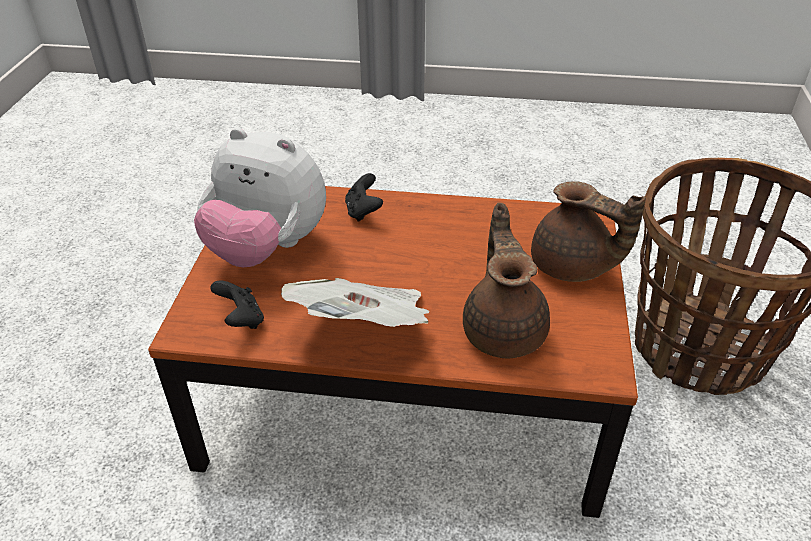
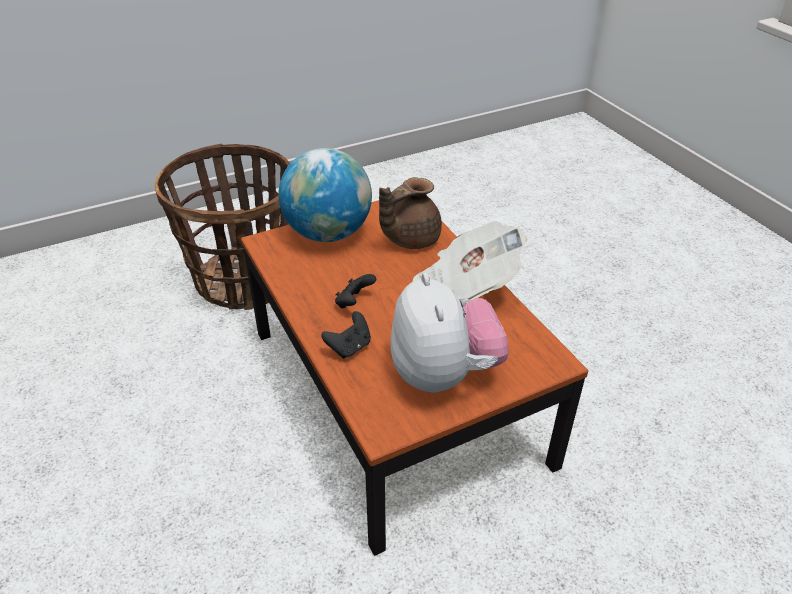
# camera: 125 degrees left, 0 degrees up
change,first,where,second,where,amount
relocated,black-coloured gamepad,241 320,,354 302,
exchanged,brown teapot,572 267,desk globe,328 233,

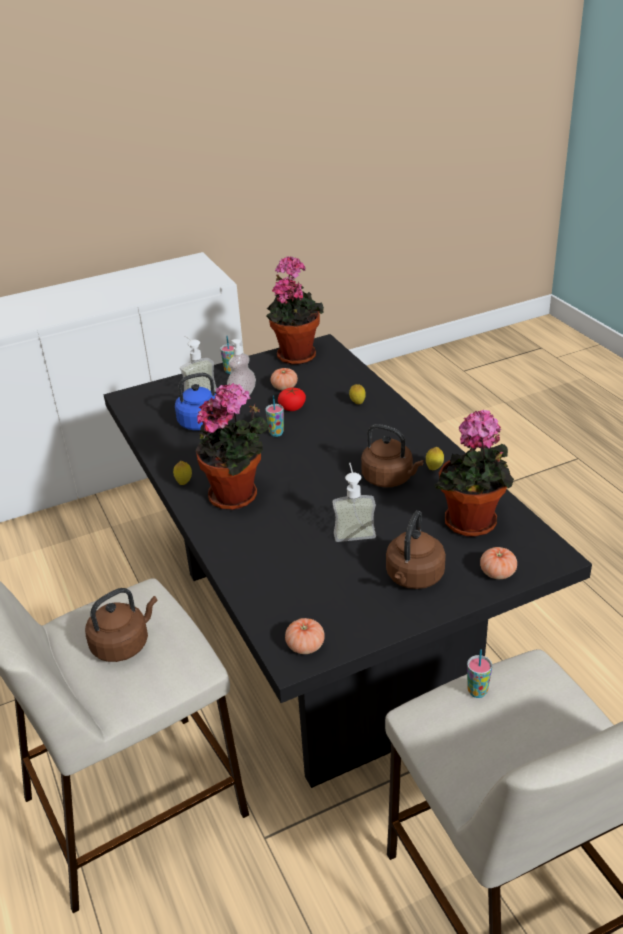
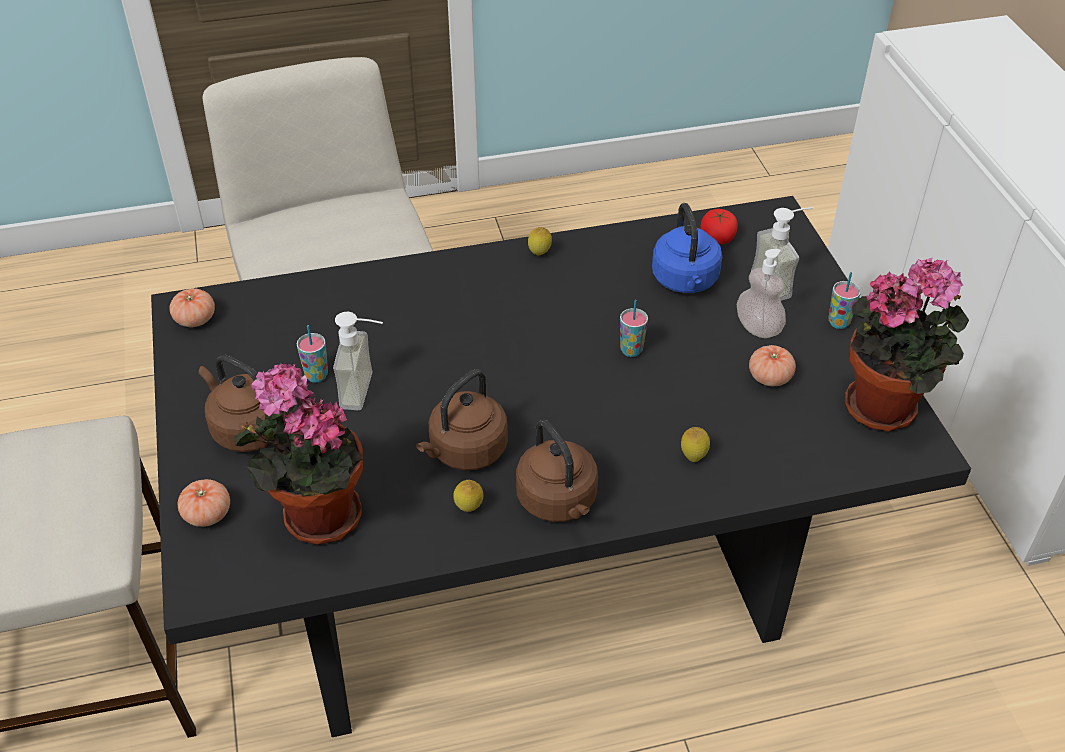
# camera: 100 degrees right, 10 degrees up
change,first,where,second,where,amount
missing,houseplant,238 496,,,
relocated,brown water kettle,123 644,,559 502,
relocated,tomato,292 407,,717 238,
relocated,drinking cup,477 691,,316 376,

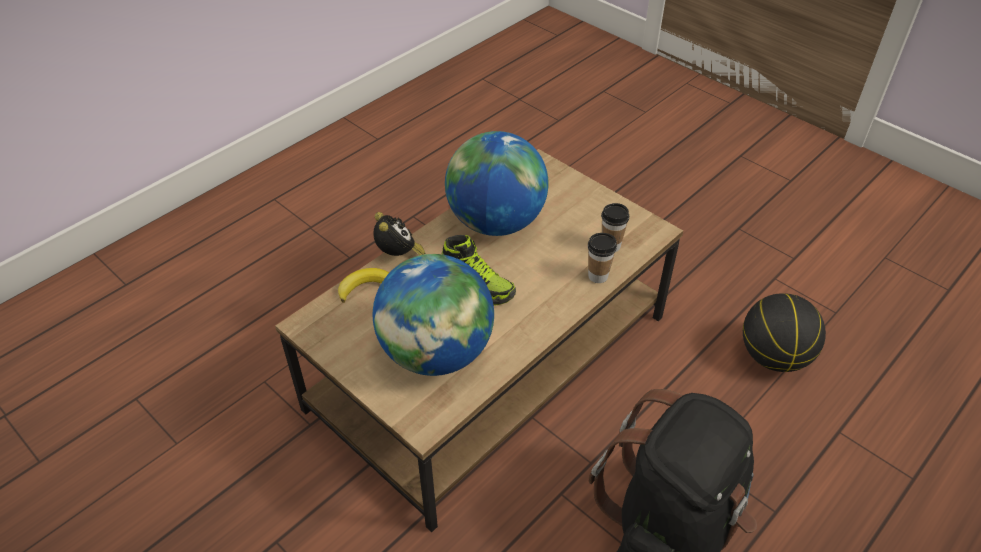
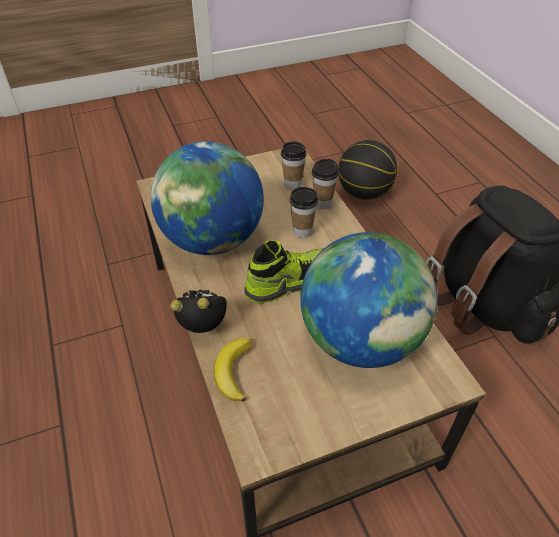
# camera: 65 degrees left, 0 degrees up
change,first,where,second,where,amount
appeared,,,drinking cup,302 231,

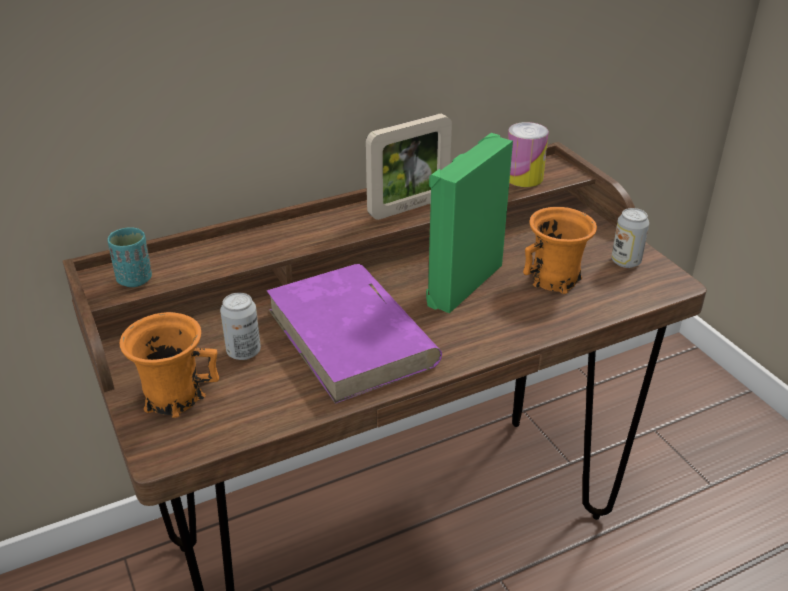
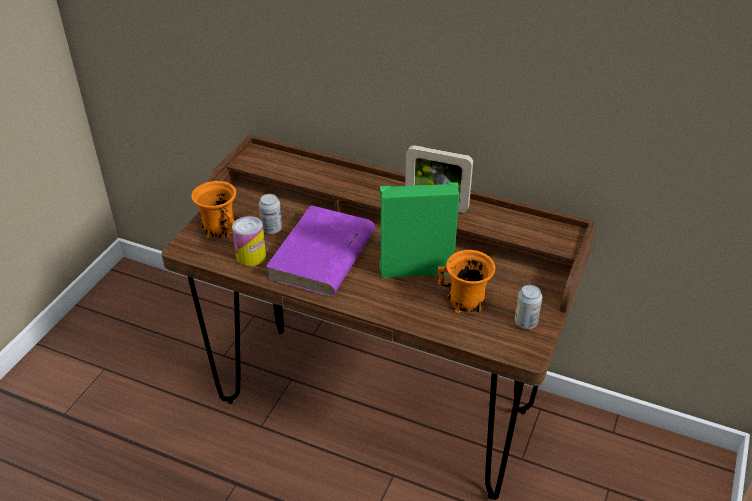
# camera: 50 degrees right, 5 degrees up
change,first,where,second,where,amount
missing,blue-green drinking cup,135 279,,,
relocated,sealed can,523 177,,251 256,

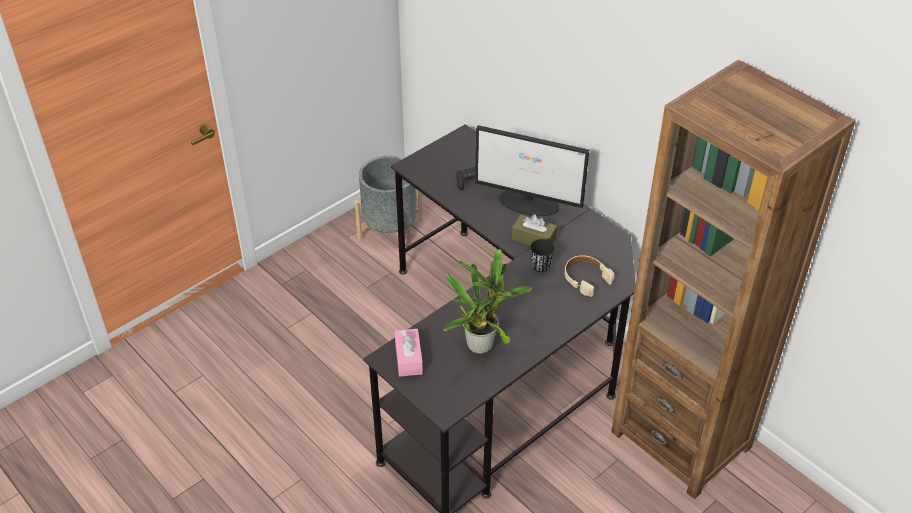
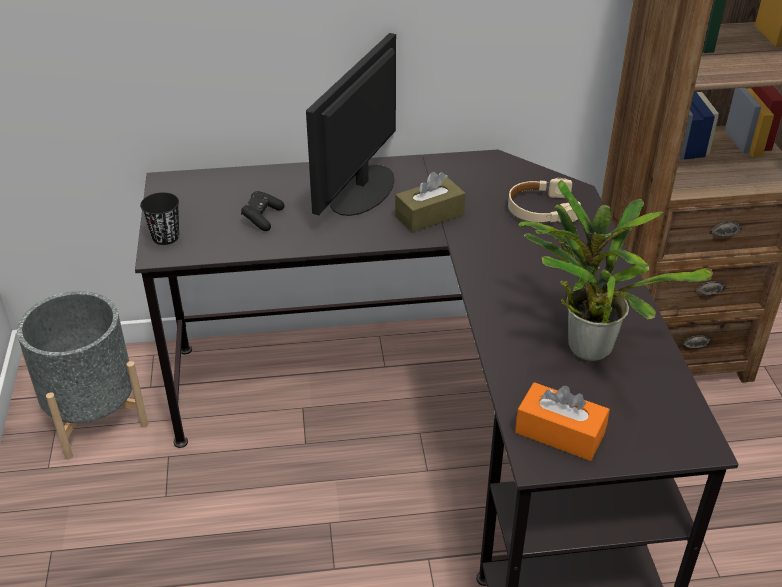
# camera: 55 degrees left, 5 degrees down
change,first,where,second,where,amount
relocated,black-coloured drinking cup,540 266,,165 237,
colour,pink-coloured tissue box,408 358,orange tissue box,559 433,
spun,computer screen,529 203,,361 190,150 degrees clockwise

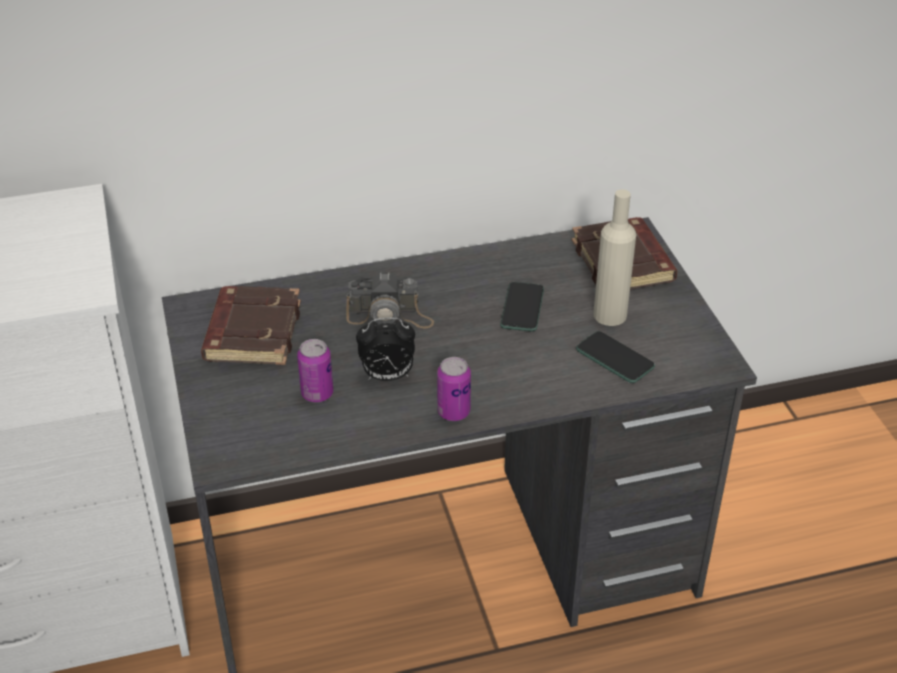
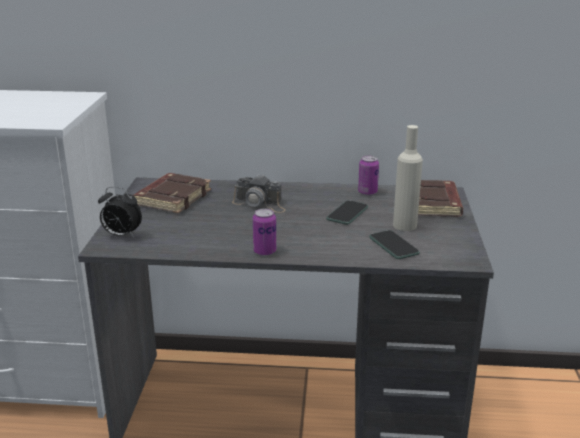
# camera: 20 degrees right, 15 degrees down
change,first,where,second,where,amount
relocated,sealed can,317 394,,367 192,
relocated,table clock,387 376,,121 235,

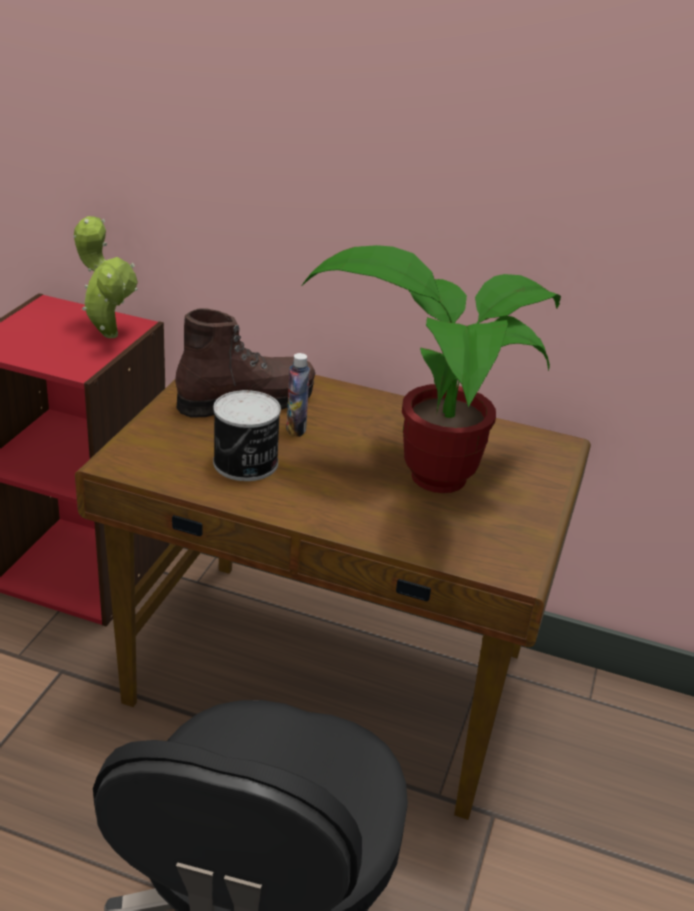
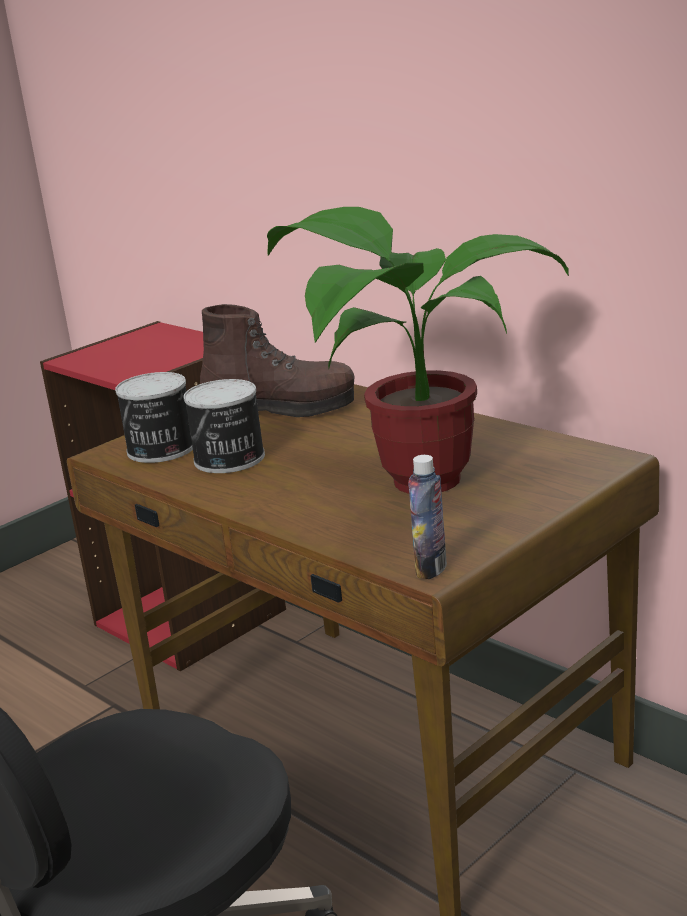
# camera: 30 degrees right, 10 degrees down
change,first,where,second,where,amount
missing,houseplant,108 333,,,
appeared,,,sealed can,160 449,
relocated,bottle,296 429,,431 568,

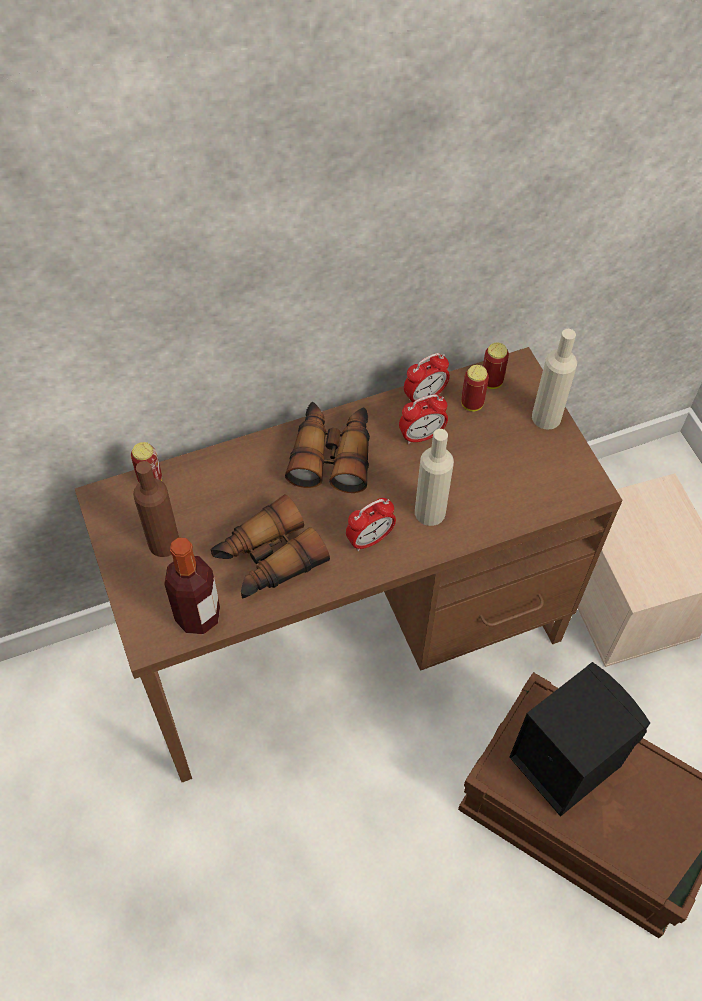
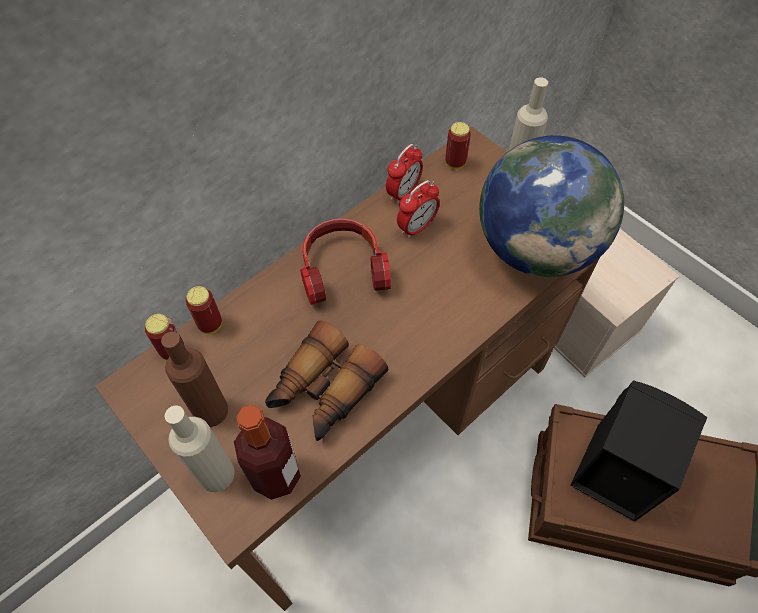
# camera: 20 degrees left, 0 degrees up
change,first,where,second,where,amount
missing,table clock,370 539,,,
appeared,,,desk globe,535 249,
relocated,sand-coloured bottle,430 512,,216 474,
relocated,sealed can,472 403,,210 324,
exchanged,binoculars,332 453,headphones,342 268,

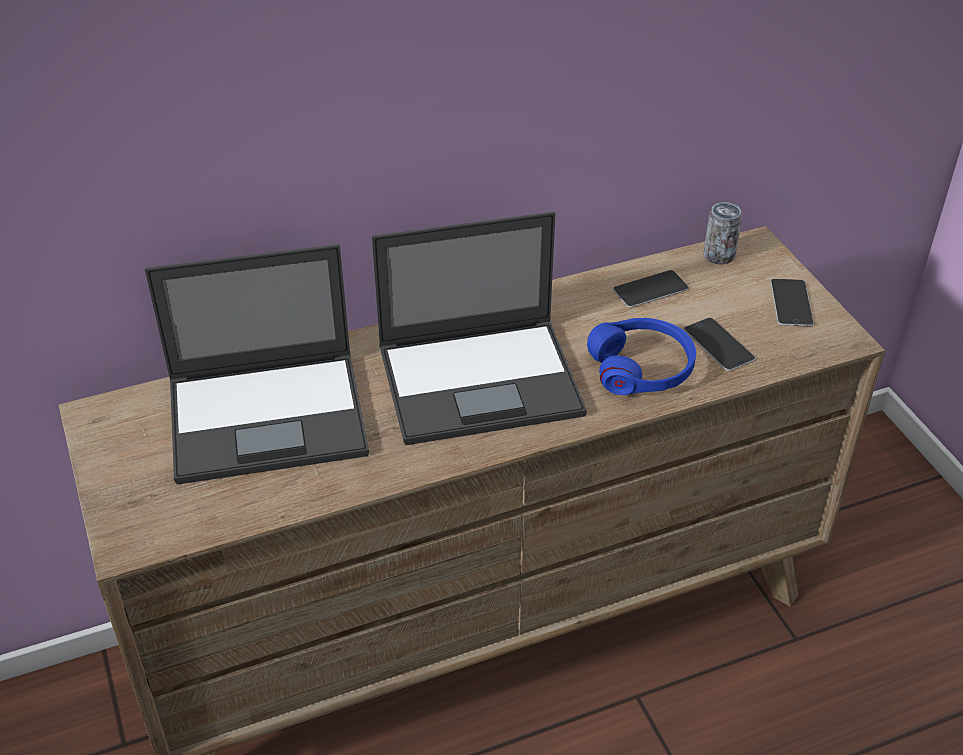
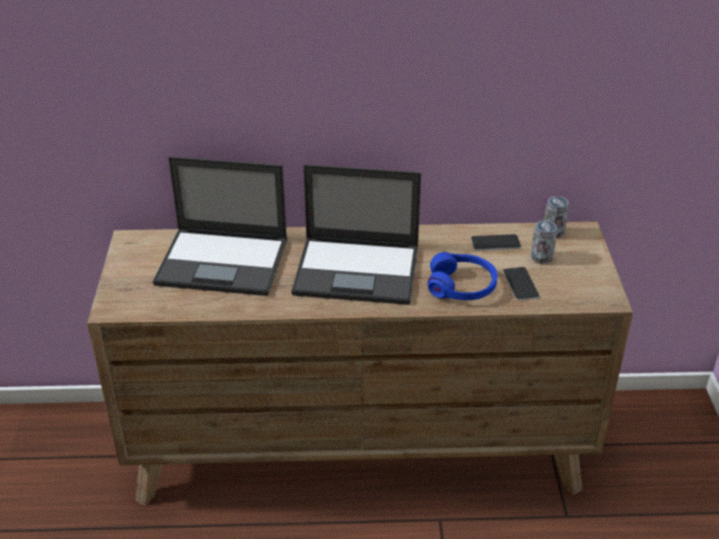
# camera: 20 degrees right, 5 degrees down
change,first,where,second,where,amount
missing,telephone,791 303,,,
appeared,,,sealed can,541 258,

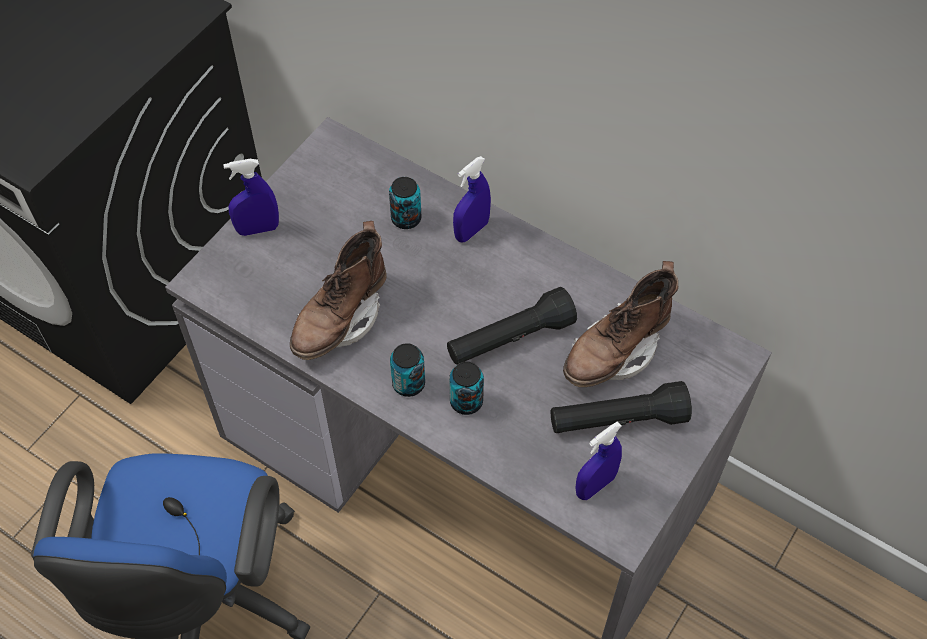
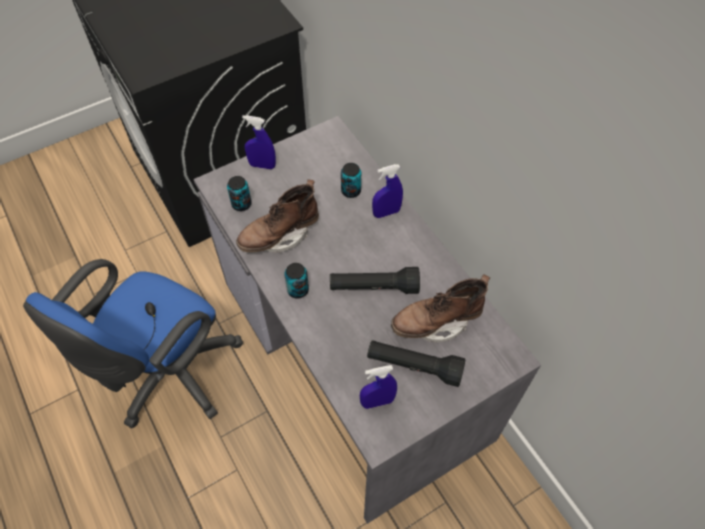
# camera: 25 degrees right, 0 degrees up
change,first,where,second,where,amount
relocated,sealed can,466 401,,241 204,

